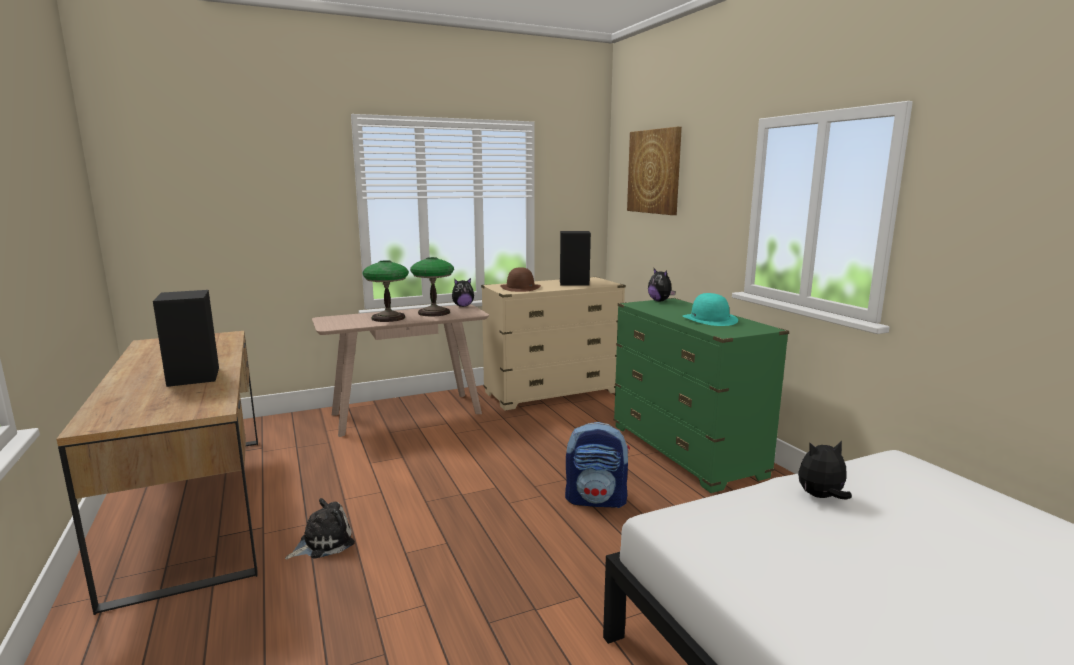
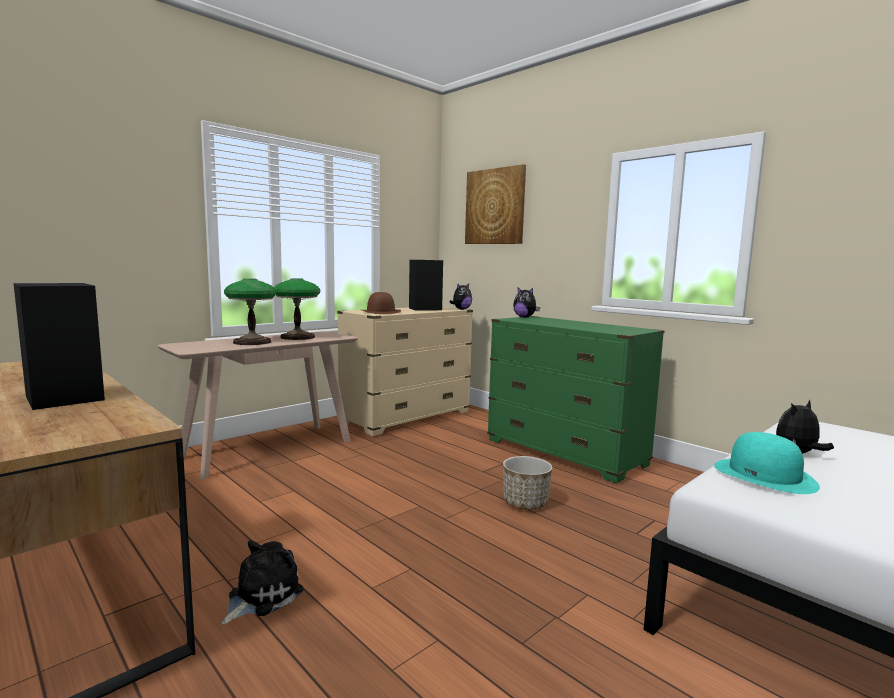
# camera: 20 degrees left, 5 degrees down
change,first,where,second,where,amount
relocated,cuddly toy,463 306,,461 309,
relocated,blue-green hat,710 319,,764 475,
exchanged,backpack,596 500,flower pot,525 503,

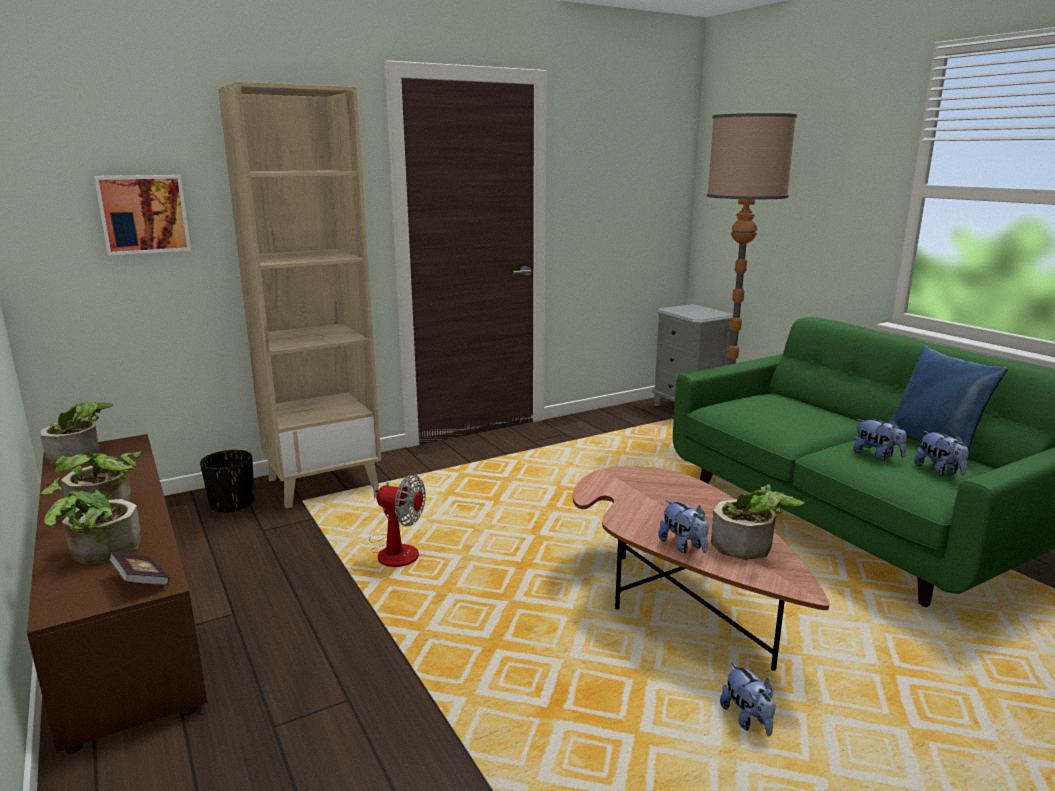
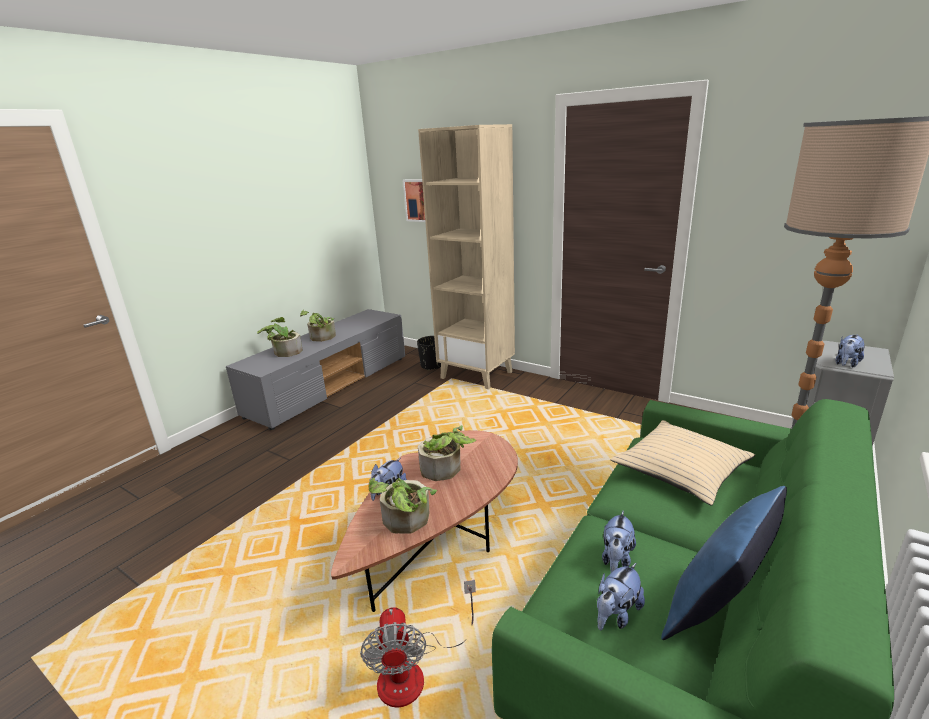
# camera: 65 degrees right, 5 degrees up
change,first,where,second,where,amount
missing,bound book,141 581,,,
appeared,,,sand-coloured cushion,681 470,
relocated,houseplant,82 454,,445 470,
relocated,electric fan,395 550,,414 671,
relocated,cuddly toy,747 719,,846 364,
colour,brown tv unit,121 609,gray tv unit,331 385,

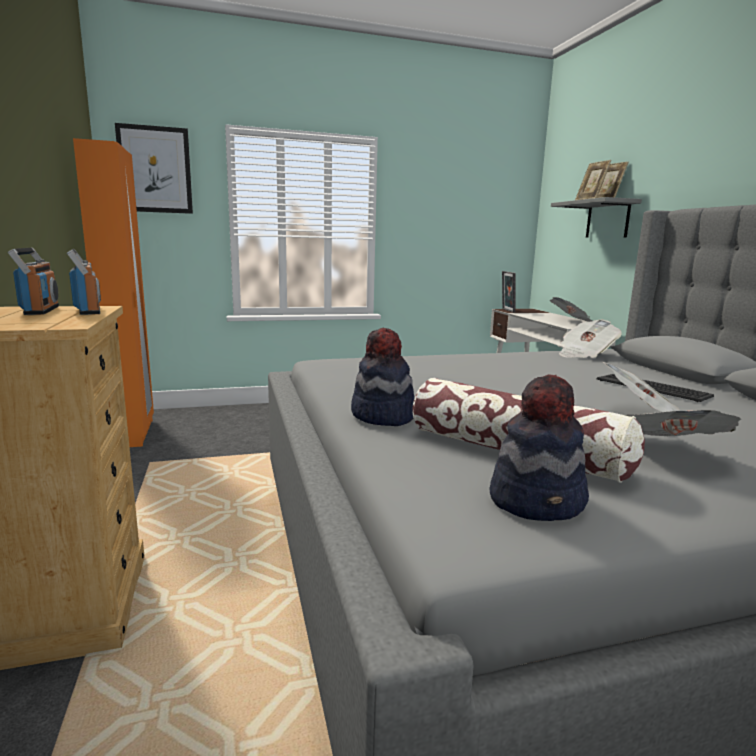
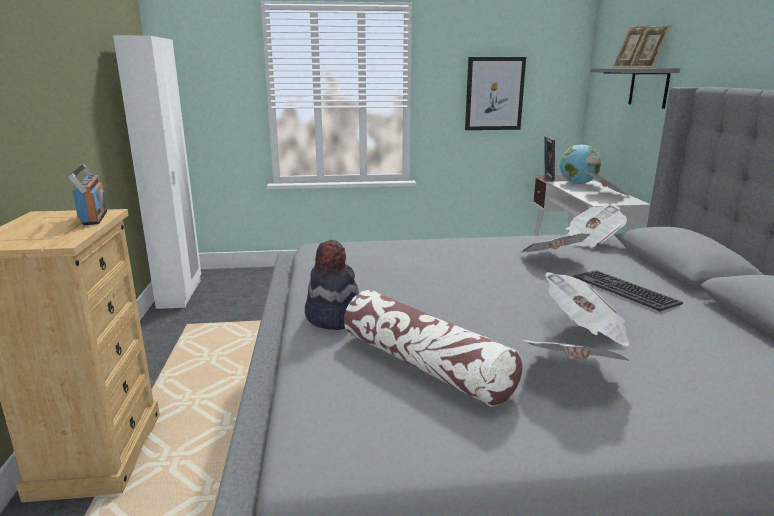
# camera: 10 degrees right, 5 degrees up
change,first,where,second,where,amount
missing,radio set,40 310,,,
missing,hat,538 500,,,
appeared,,,newspaper,552 260,
appeared,,,desk globe,577 184,
relocated,picture,155 170,,494 94,
colour,orange armoire,133 433,whitish armoire,180 294,

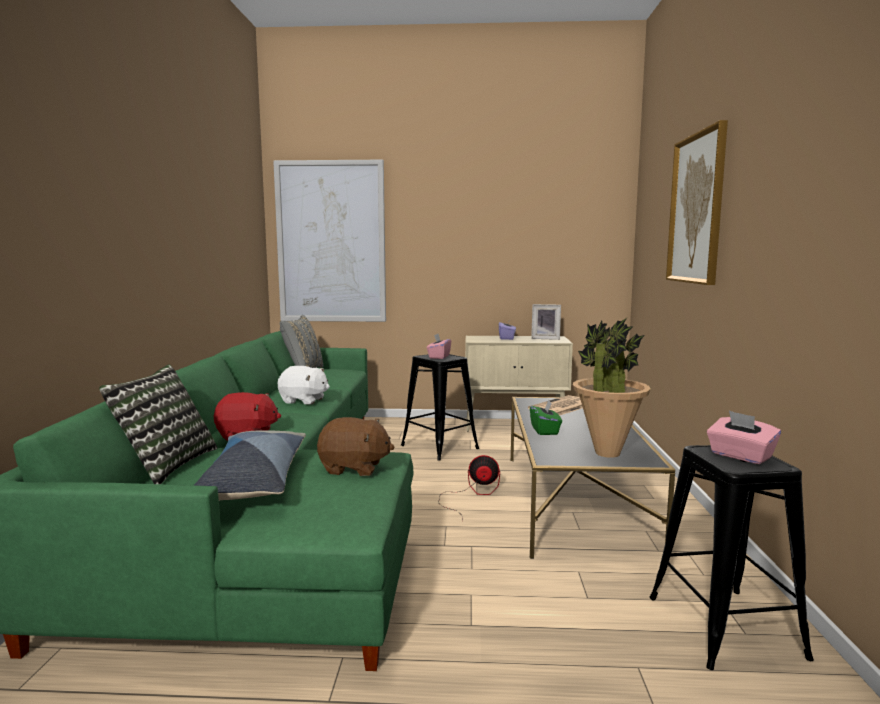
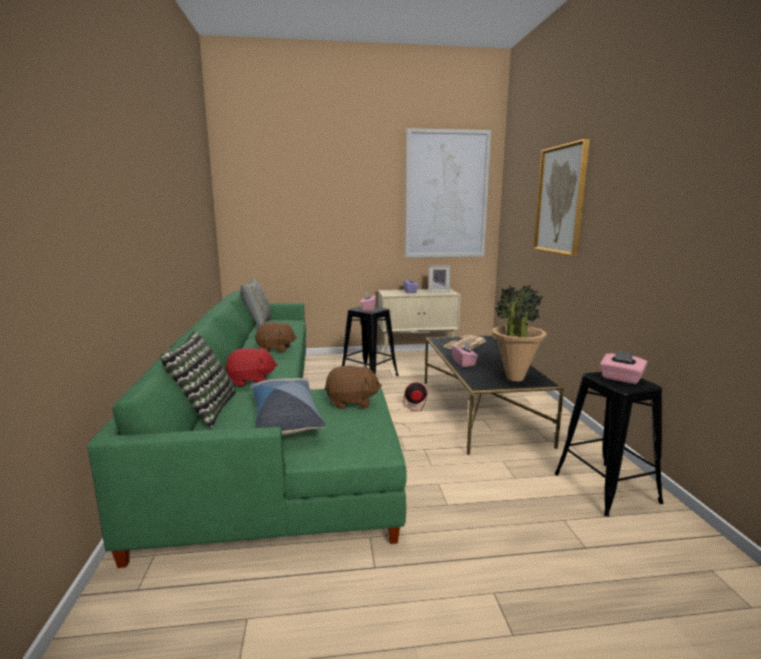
# camera: 10 degrees left, 5 degrees up
change,first,where,second,where,amount
relocated,picture,331 242,,446 195,
colour,whitish cuddly toy,303 401,brown cuddly toy,275 349,
colour,green tissue box,545 430,pink-coloured tissue box,464 363,

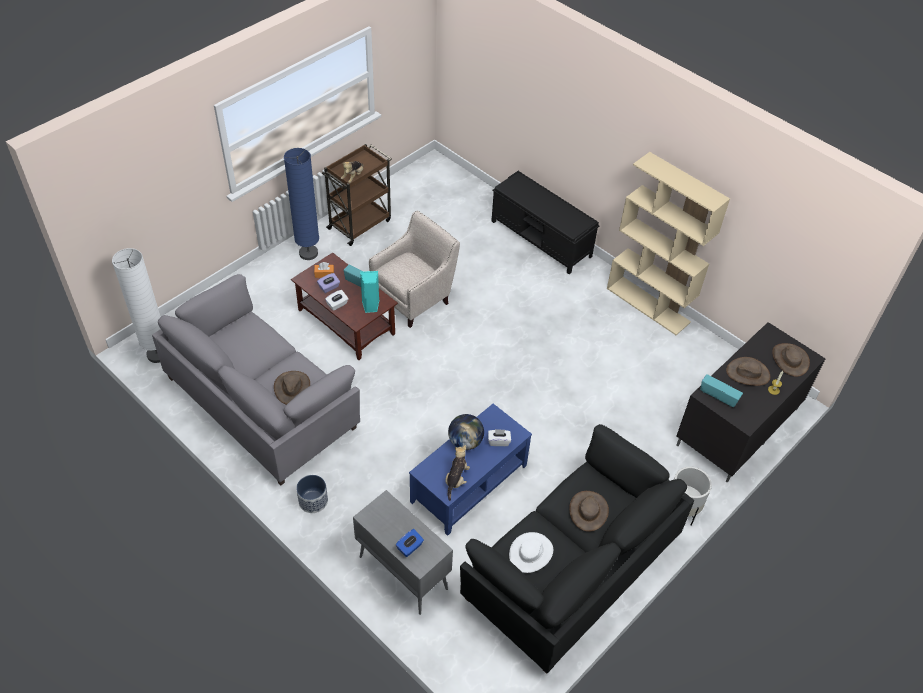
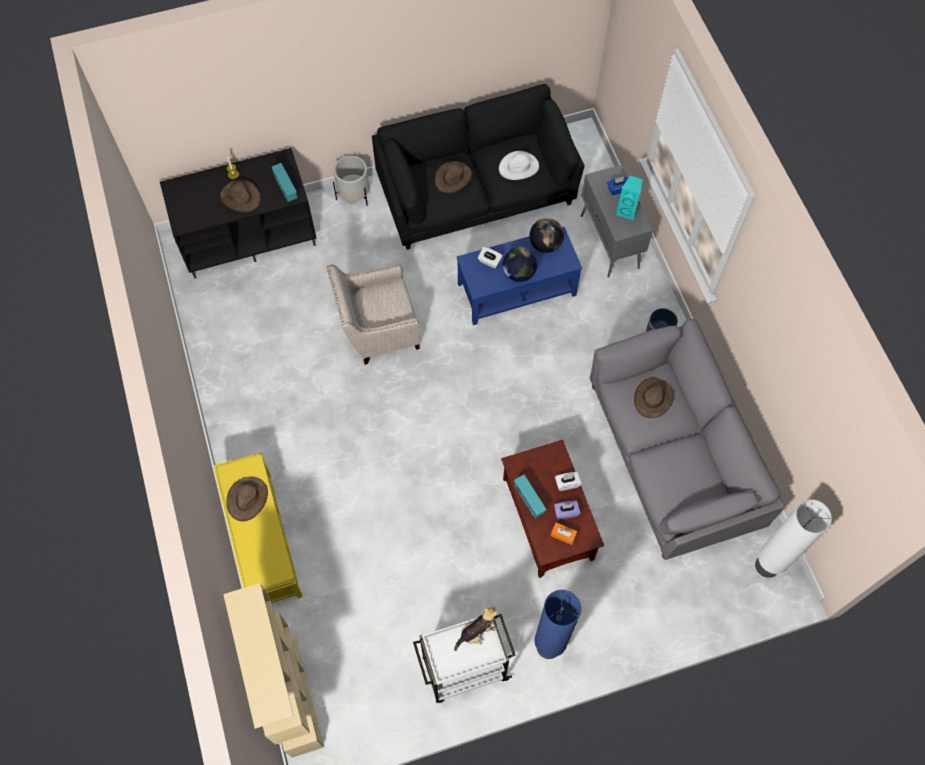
# camera: 150 degrees left, 15 degrees up
change,first,where,second,where,amount
relocated,blue-green speaker,370 306,,627 211,
relocated,sand-coloured armchair,414 297,,377 329,
relocated,sand-coloured bookshelf,648 305,,292 695,
relocated,brown hat,790 360,,247 499,
exchanged,cuddly toy,456 479,desk globe,545 244,
colour,brown wheeled cart,360 224,whitish wheeled cart,463 669,
colour,black-coloured long seat,541 239,yellow long seat,263 539,

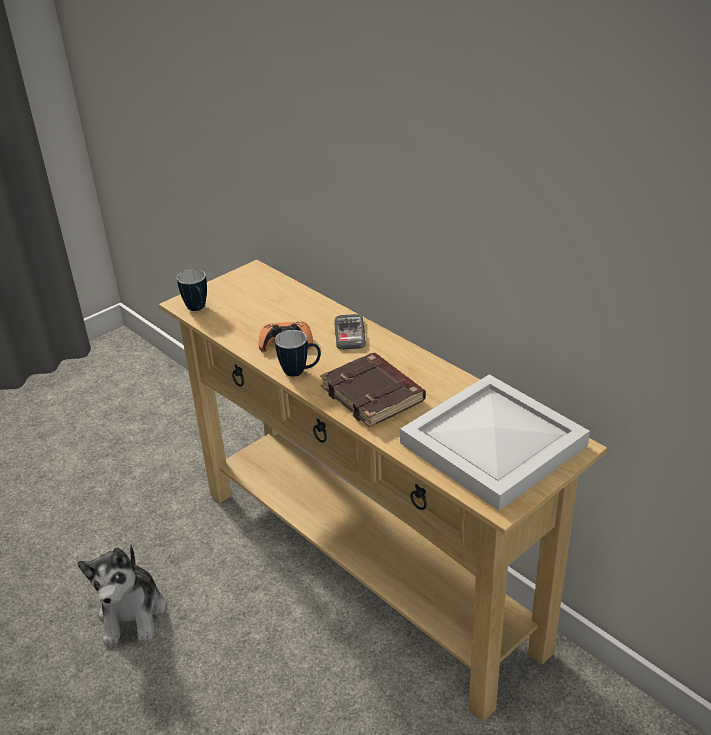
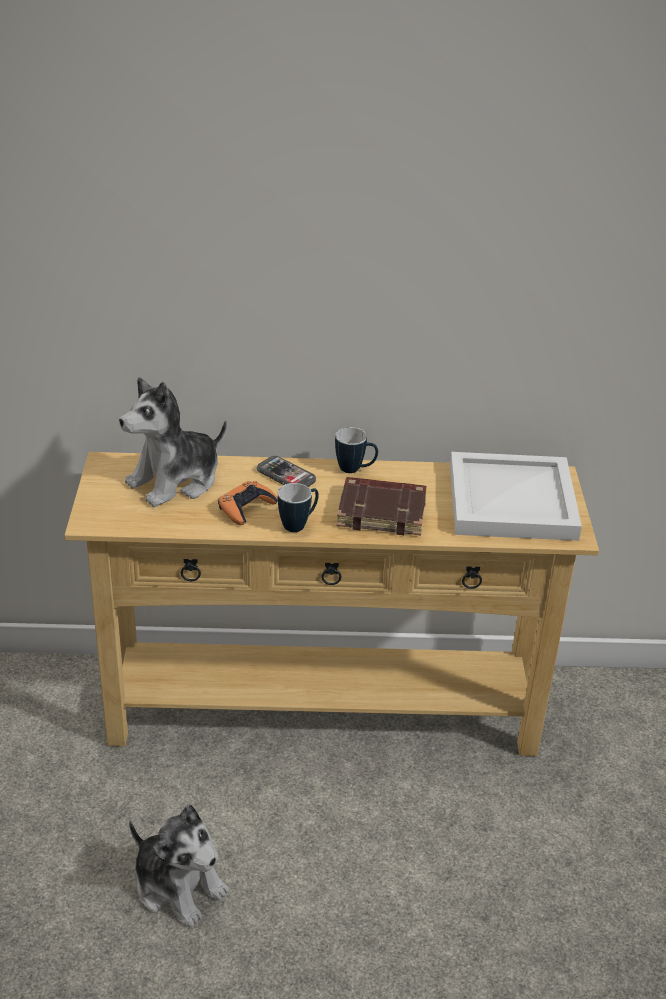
# camera: 50 degrees left, 0 degrees up
change,first,where,second,where,amount
appeared,,,cuddly toy,175 481,
relocated,mug,198 309,,355 469,

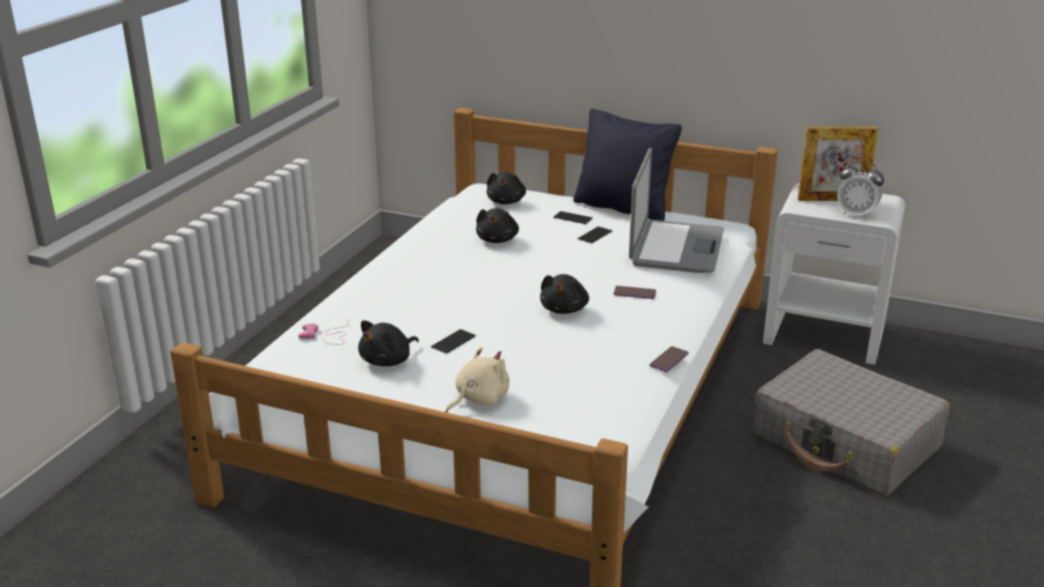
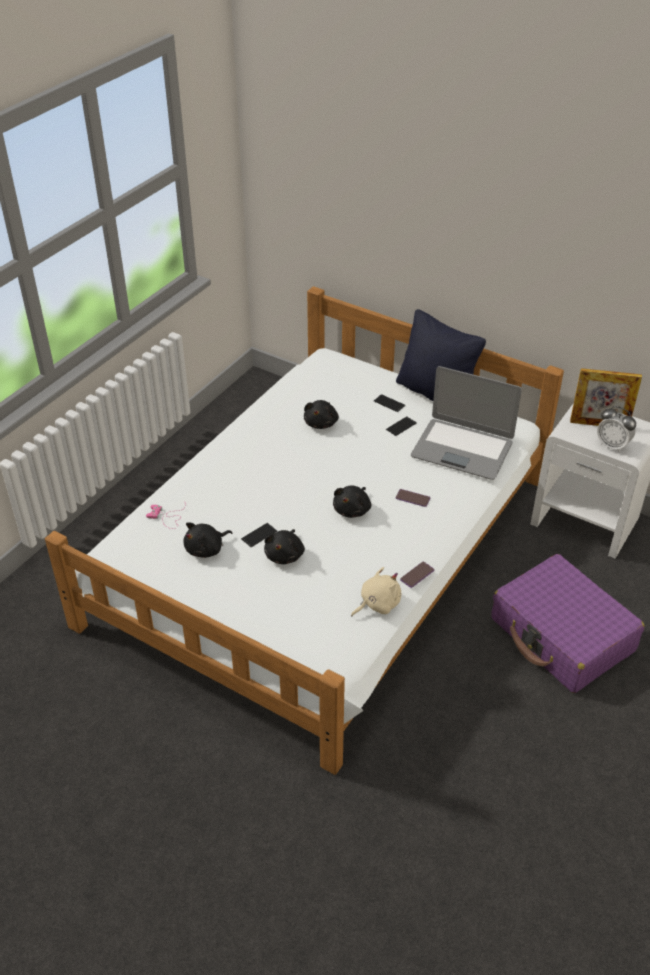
# camera: 10 degrees right, 15 degrees up
change,first,where,second,where,amount
relocated,sand-coloured cuddly toy,479 399,,377 604,
relocated,black-coloured cuddly toy,506 201,,285 555,
colour,gray travel case,846 442,purple-coloured travel case,562 635,
spun,portable computer,675 248,,462 449,90 degrees clockwise

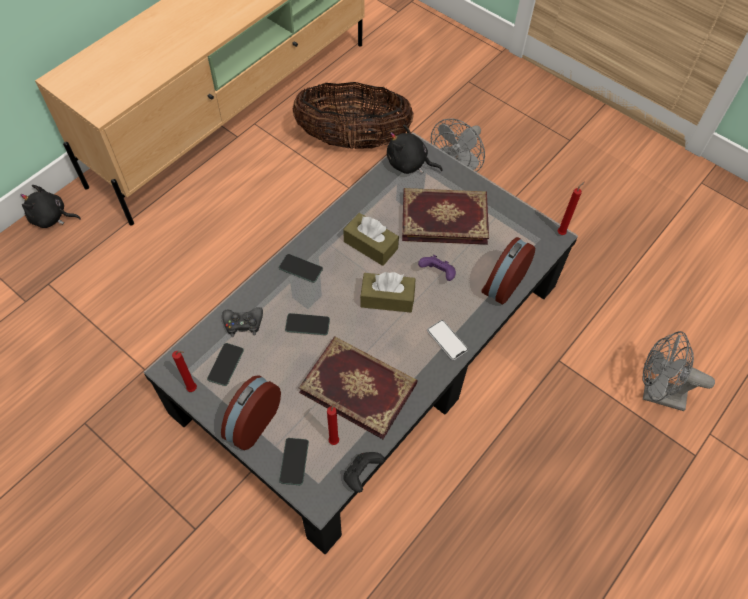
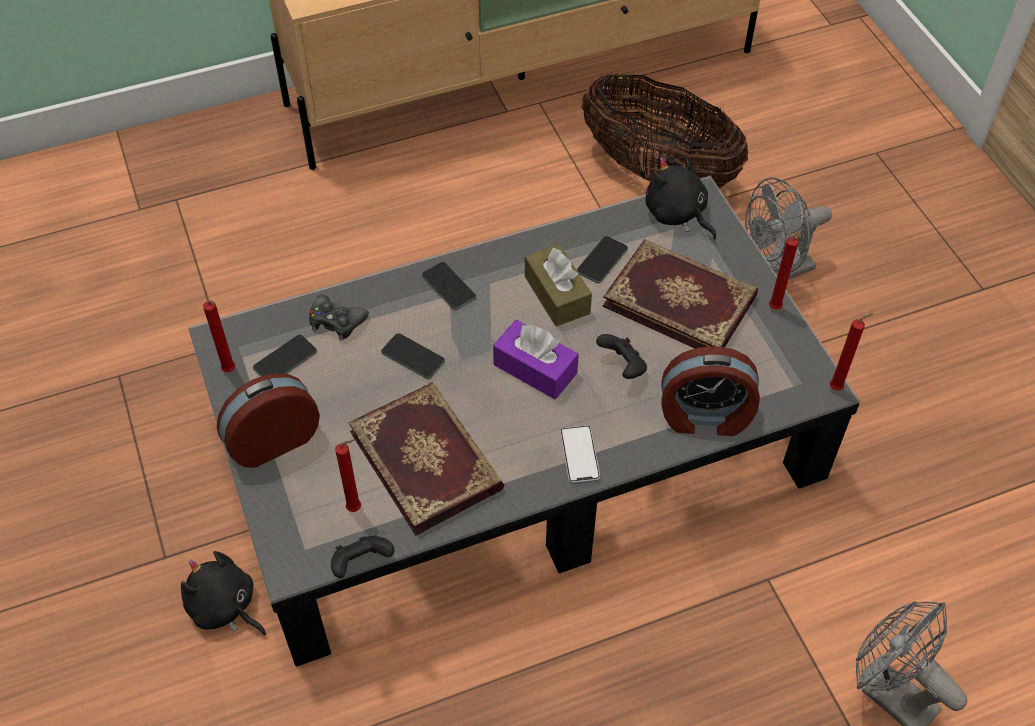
# camera: 30 degrees right, 5 degrees down
change,first,where,second,where,amount
appeared,,,red wax light,776 307,
relocated,black-coloured cuddly toy,51 218,,225 607,
relocated,telephone,294 461,,602 260,
colour,brown tissue box,387 298,purple-coloured tissue box,535 369,
colour,purple-coloured gamepad,437 274,black-coloured gamepad,623 367,
spun,table clock,502 283,,705 417,150 degrees counterclockwise

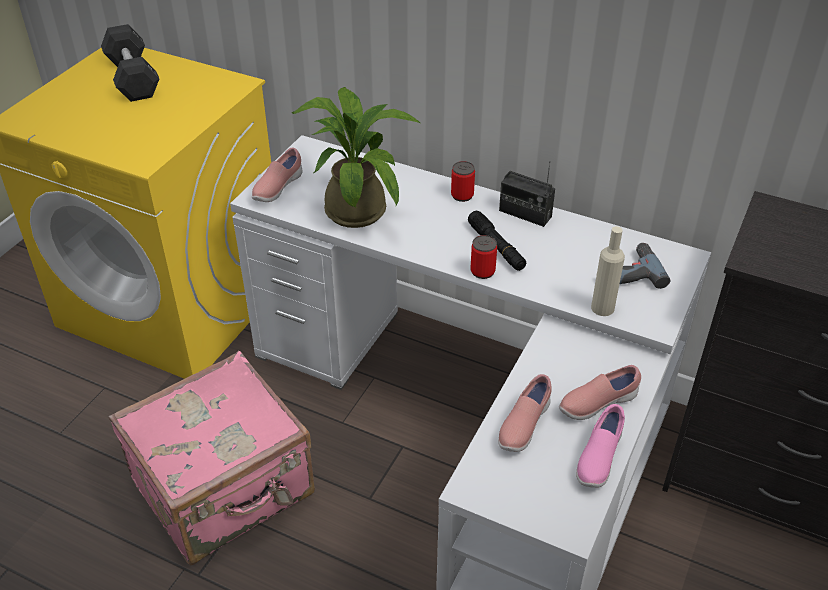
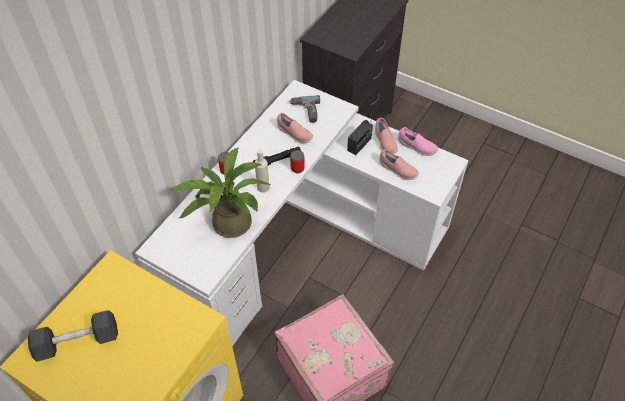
# camera: 85 degrees left, 10 degrees up
change,first,where,second,where,amount
relocated,pink-coloured shoe,277 188,,294 134,
relocated,radio set,525 214,,359 144,
relocated,sand-coloured bottle,602 308,,263 187,

